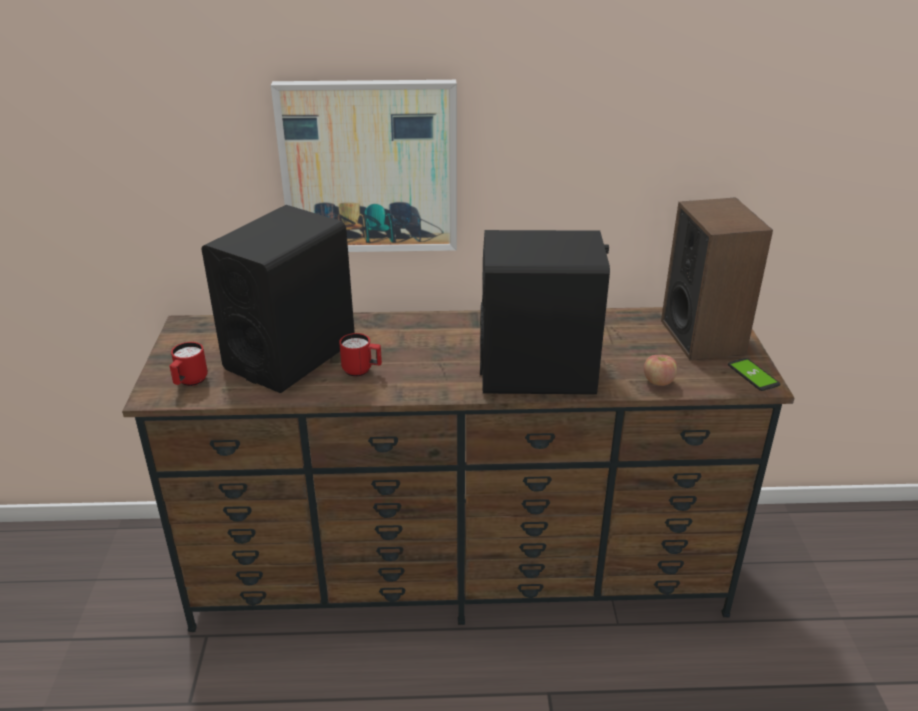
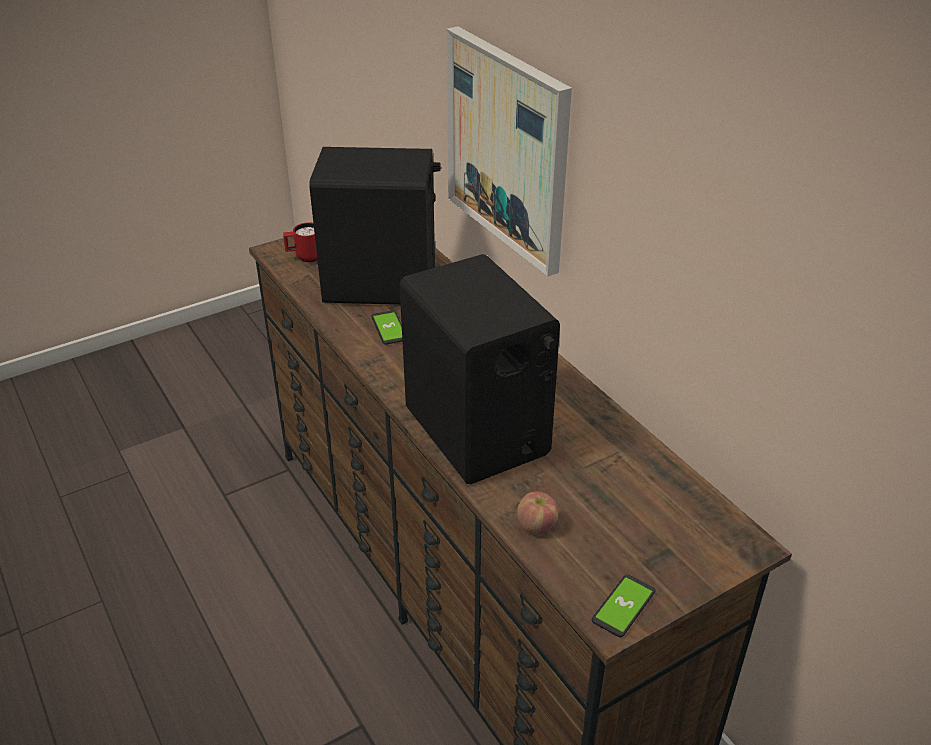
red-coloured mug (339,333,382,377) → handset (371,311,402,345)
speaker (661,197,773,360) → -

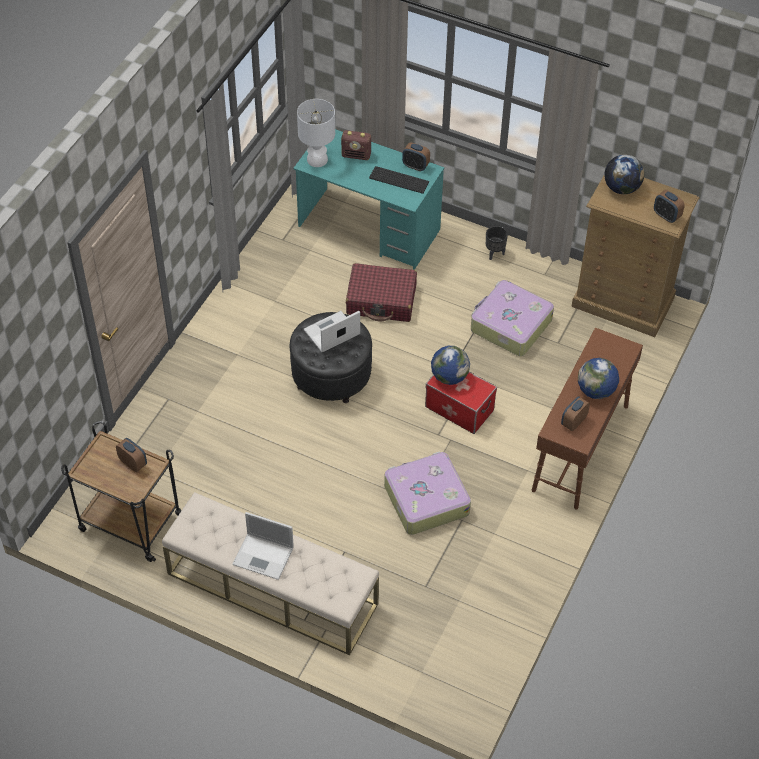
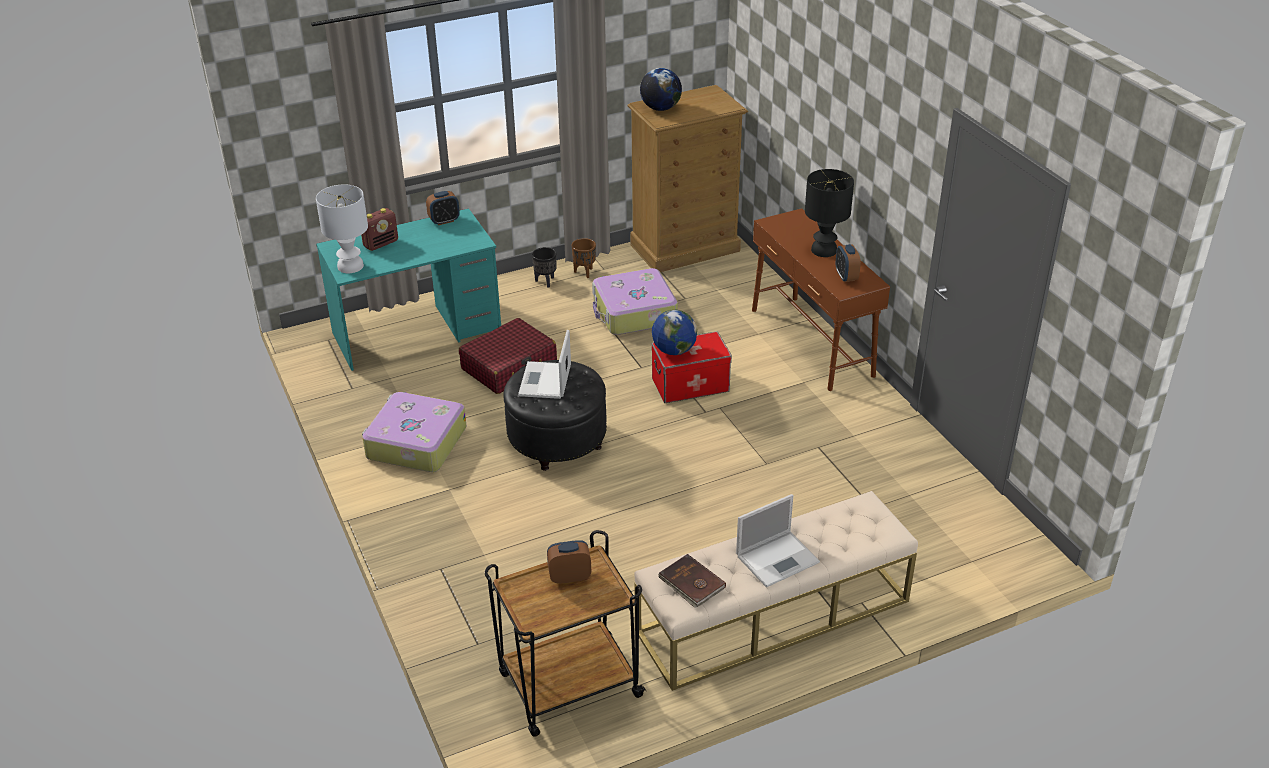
keyboard (369,166,429,194) → -
piece of luggage (384,451,471,535) → piece of luggage (362,392,466,472), relocated
world globe (578,358,619,399) → black-coloured table lamp (805,169,854,257)
alarm clock (654,190,685,223) → -
- → brown flower pot (572,238,596,278)
- → brown bound book (658,554,726,608)

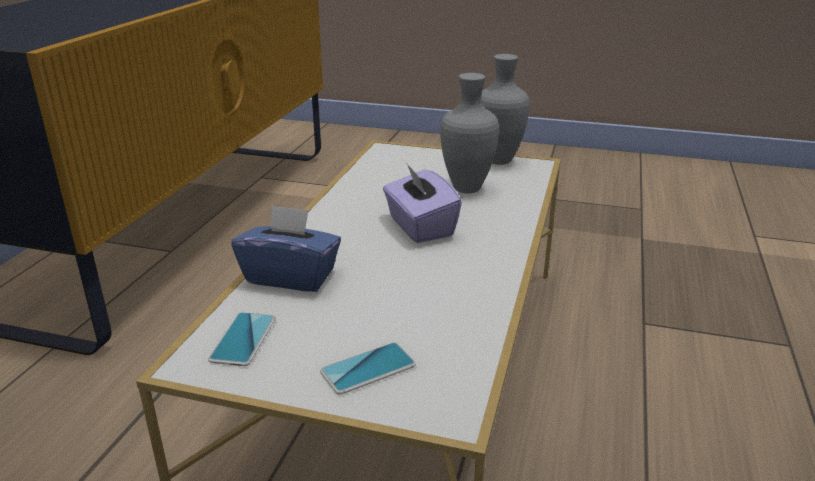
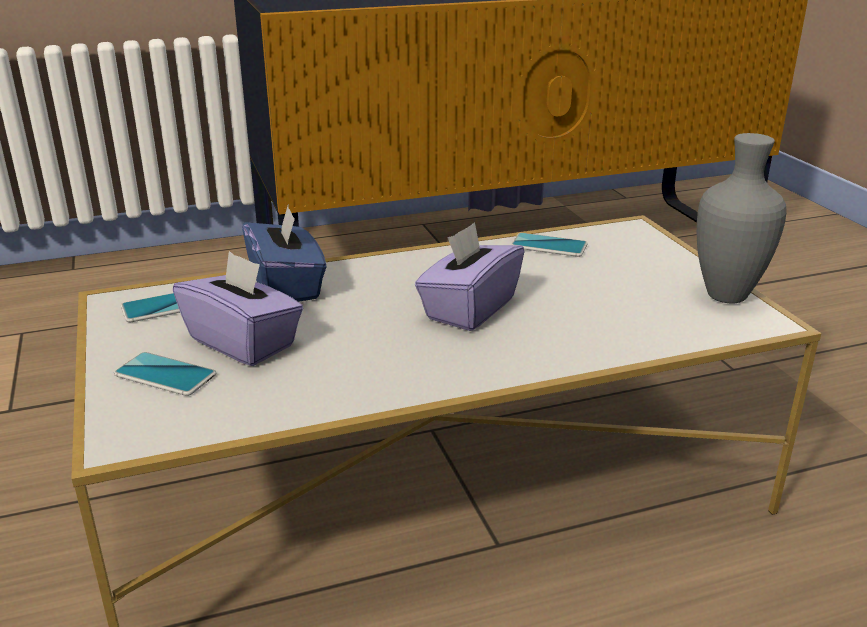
grey decorative vase (440,73,499,193) → -
- → purplish tissue holder (173,251,303,366)
- → handset (511,233,588,257)

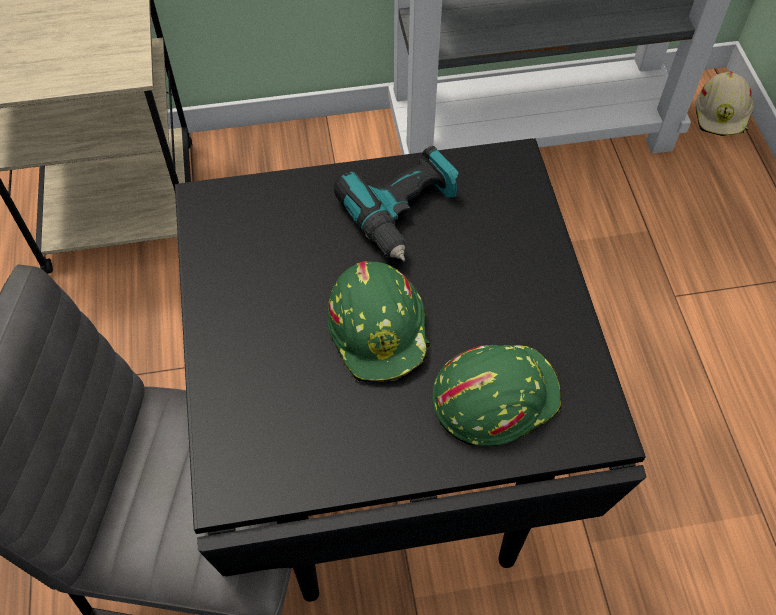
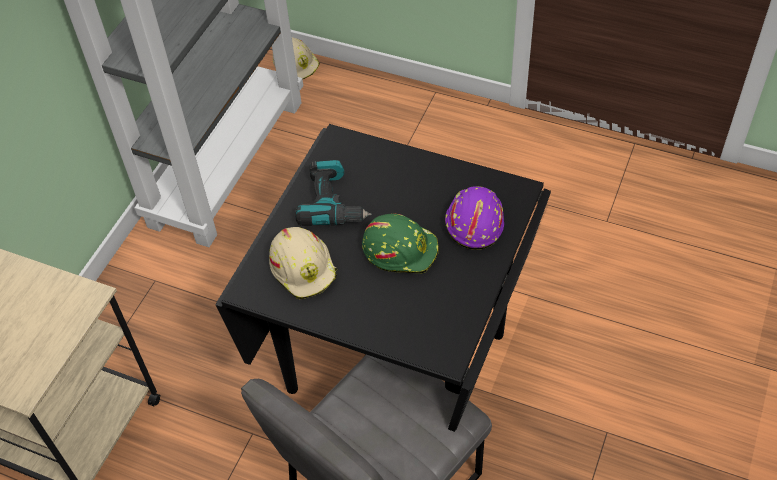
green-coloured safety helmet (433,345,561,446) → purplish safety helmet (445,186,504,250)
- → sand-coloured safety helmet (269,227,337,300)

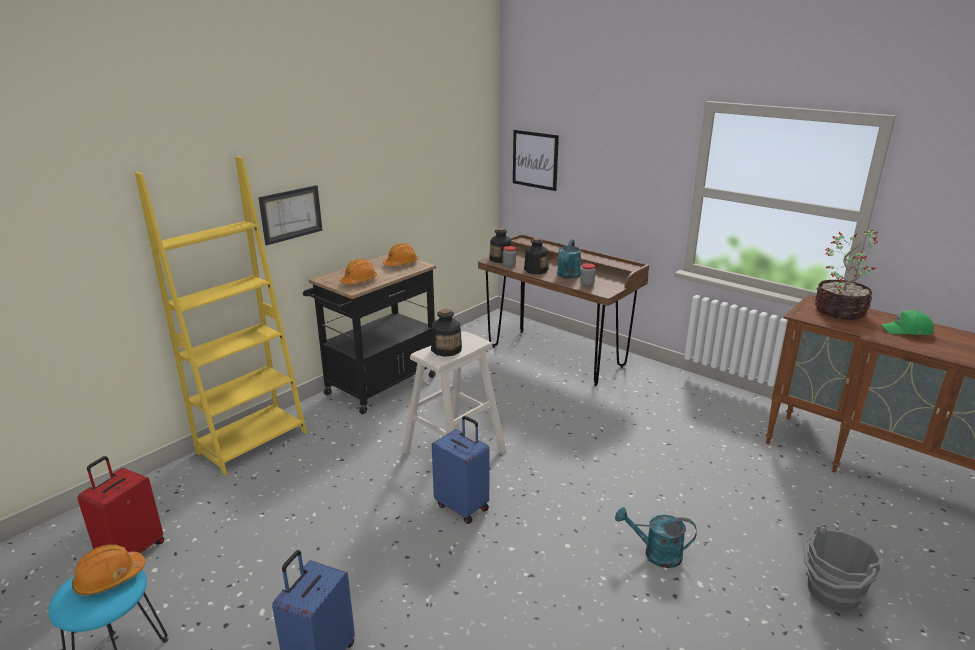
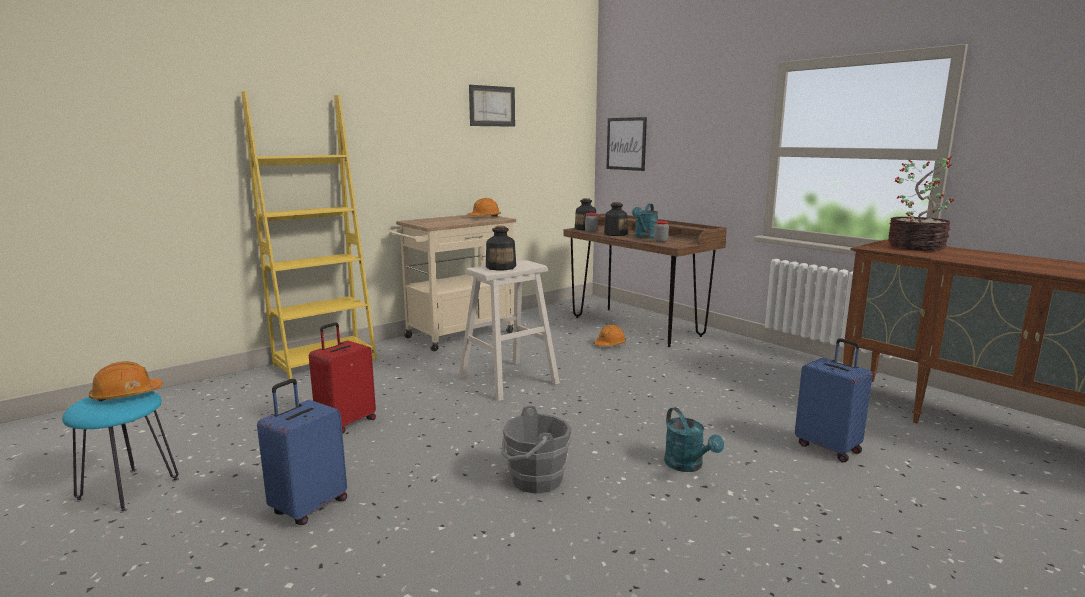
red-coloured piece of luggage (77,456,164,553) → red-coloured piece of luggage (309,322,376,434), relocated
wall art (258,185,322,245) → wall art (469,85,515,127), relocated
black-coloured trolley (303,254,436,414) → sand-coloured trolley (389,215,516,352)
orangey safety helmet (340,259,377,284) → orangey safety helmet (594,325,626,346), relocated
bluish piece of luggage (432,416,489,524) → bluish piece of luggage (795,338,873,462), relocated
turquoise-coloured watering can (615,507,697,568) → turquoise-coloured watering can (664,407,724,472), 135 degrees counterclockwise
grey bucket (803,523,882,611) → grey bucket (501,405,572,494), relocated
green-coloured baseball cap (881,311,934,335) → -

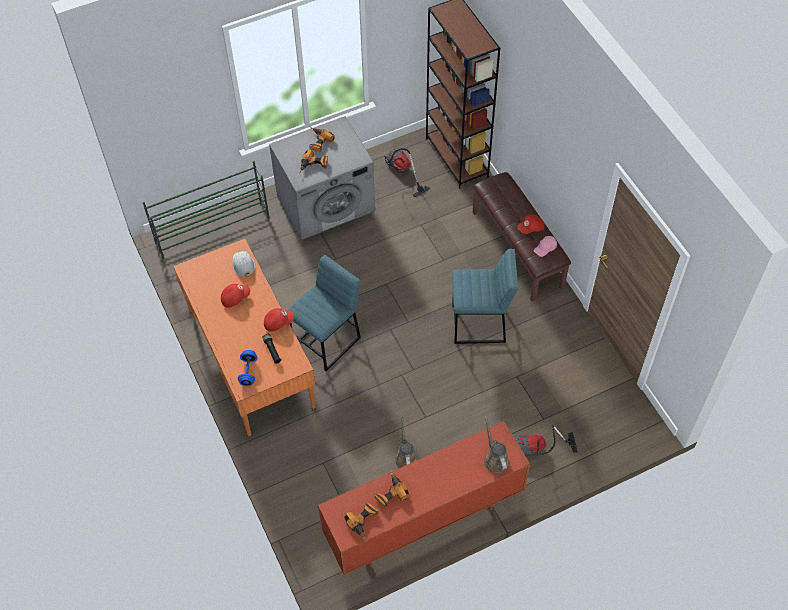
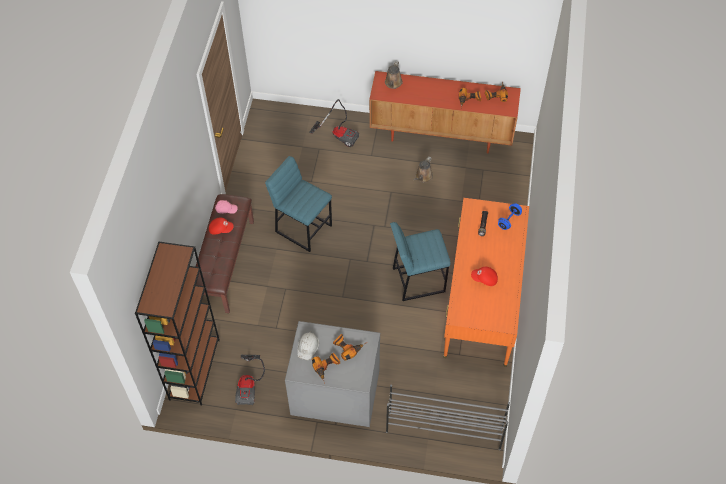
green-coloured shoe rack (143,161,270,259) → grey shoe rack (386,384,510,450)
white-coloured safety helmet (232,251,255,277) → white-coloured safety helmet (297,331,319,360), relocated
red-coloured baseball cap (264,308,294,332) → -

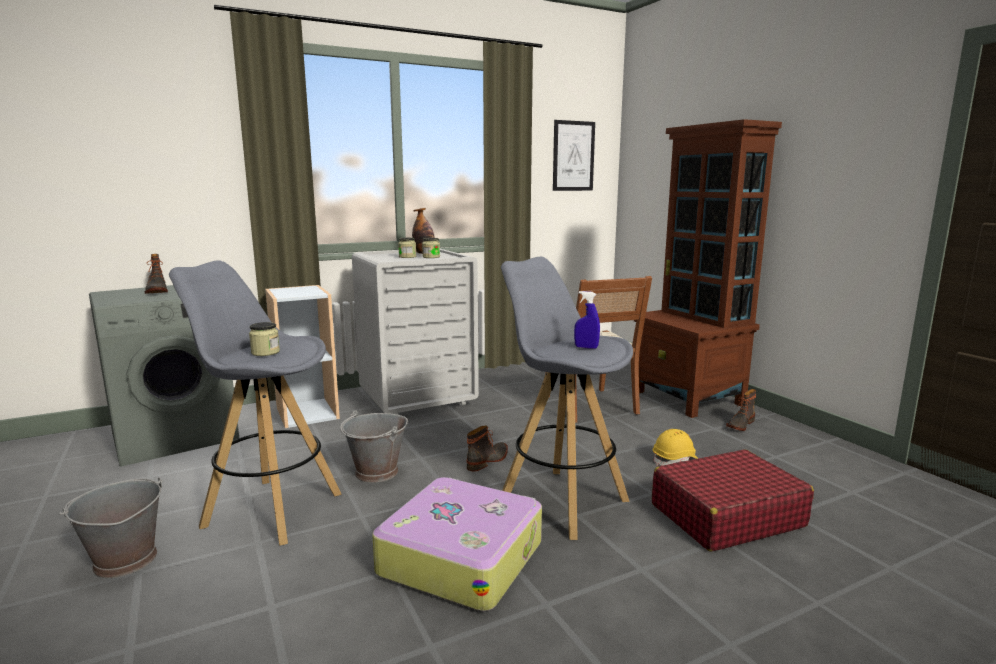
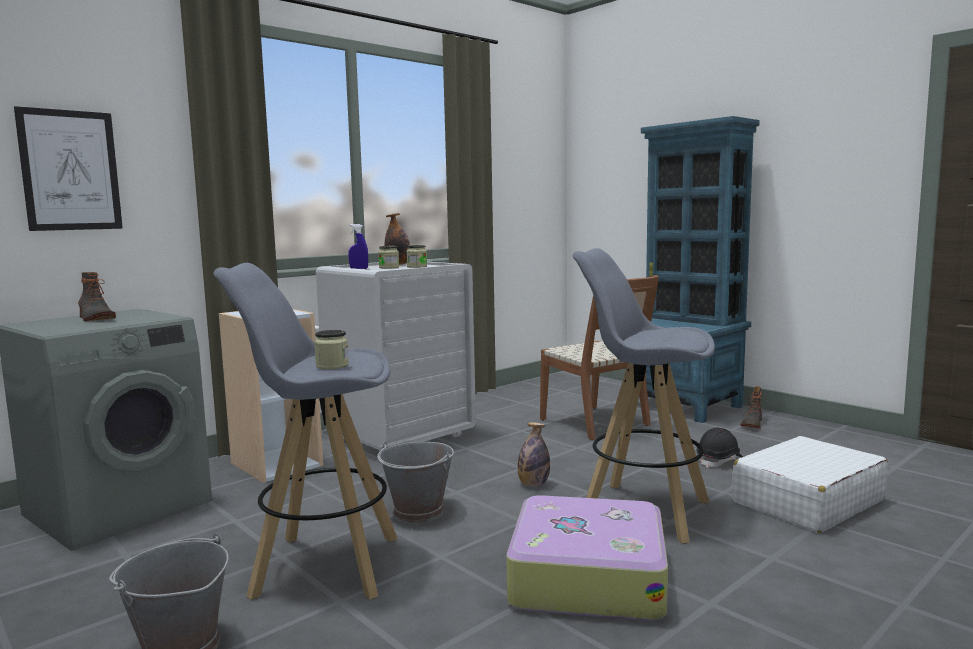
boot (467,425,508,472) → bottle (518,422,550,487)
wall art (553,120,595,191) → wall art (14,106,123,231), relocated
bluish spray bottle (574,291,600,349) → bluish spray bottle (348,224,368,269), relocated
brown cabinet (634,119,782,418) → bluish cabinet (641,116,760,423)
red-coloured piece of luggage (652,449,814,551) → white-coloured piece of luggage (732,436,888,533)
yellowish safety helmet (653,429,699,466) → black-coloured safety helmet (697,428,743,468)

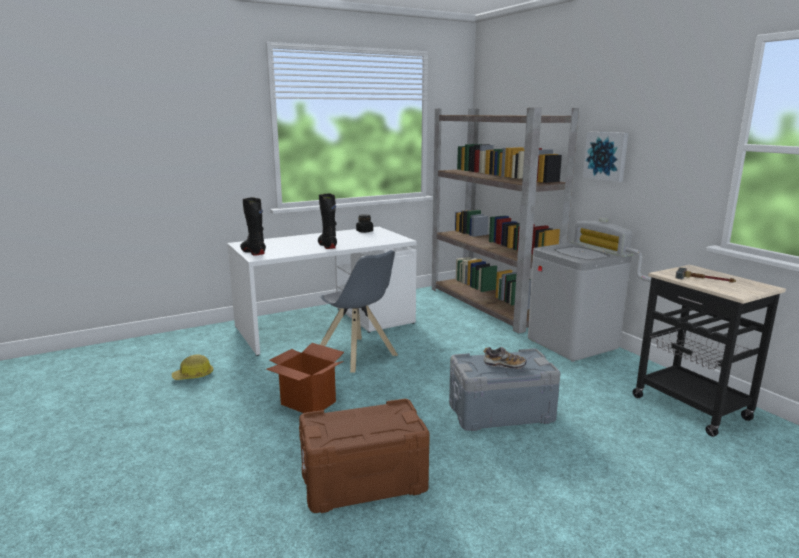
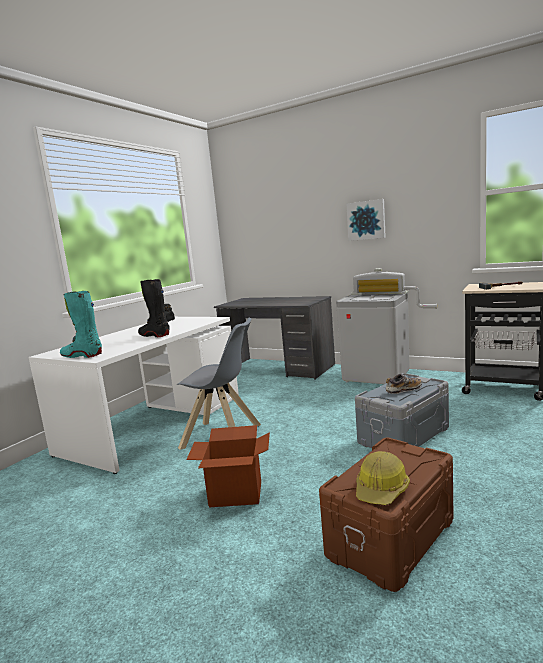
safety helmet (172,354,213,380) → safety helmet (356,451,410,505), relocated
black-coloured boot (240,197,266,256) → turquoise-coloured boot (60,291,102,358)
brown bookcase (432,108,579,333) → grey desk unit (214,296,335,380)

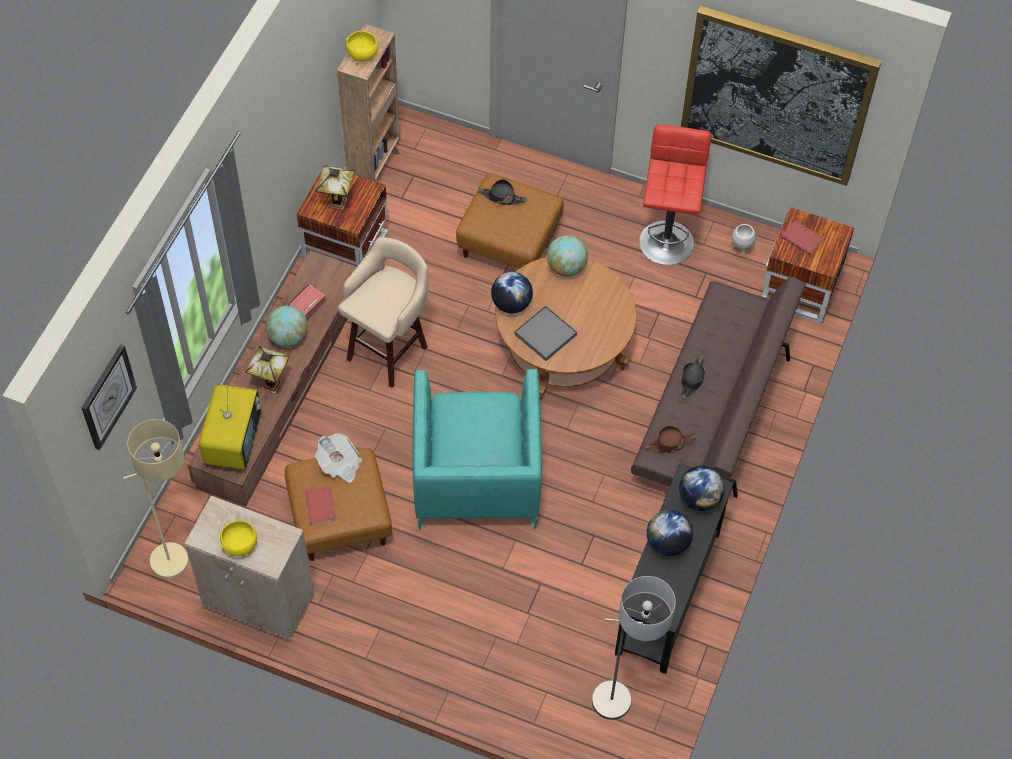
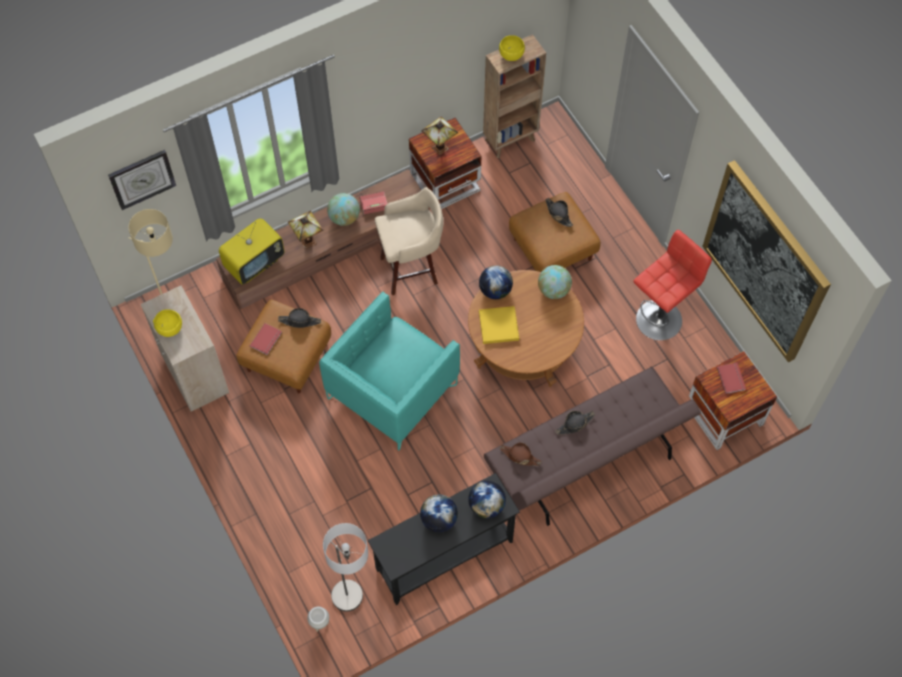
newspaper (315,433,362,483) → black-coloured hat (278,308,321,328)
grey carrying tray (514,305,577,361) → yellowish carrying tray (479,306,519,344)
white-coloured flower pot (732,224,756,257) → white-coloured flower pot (307,607,329,632), relocated

